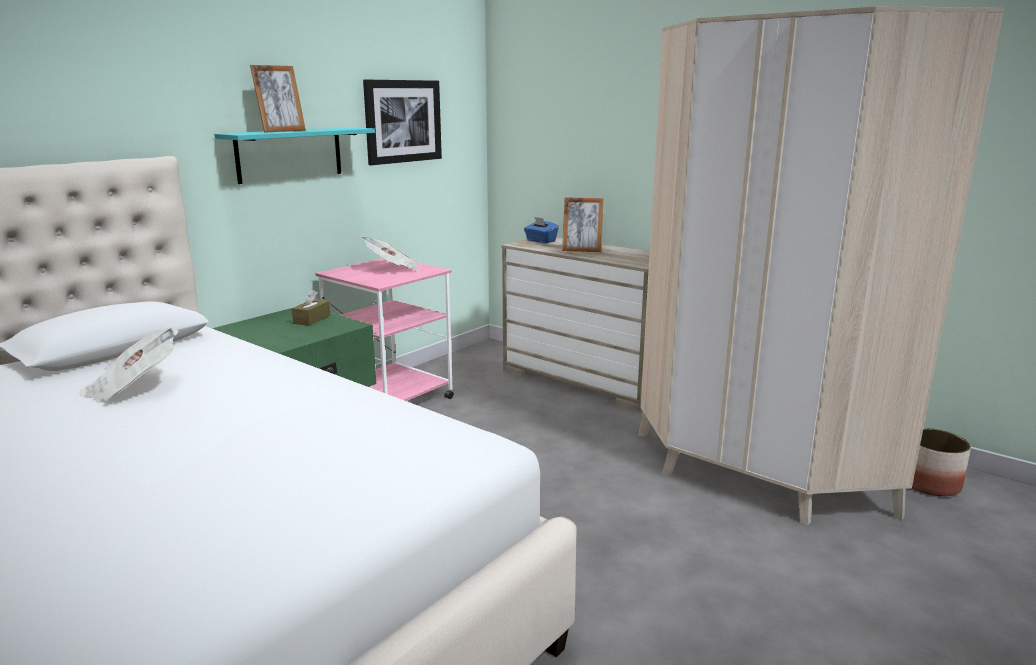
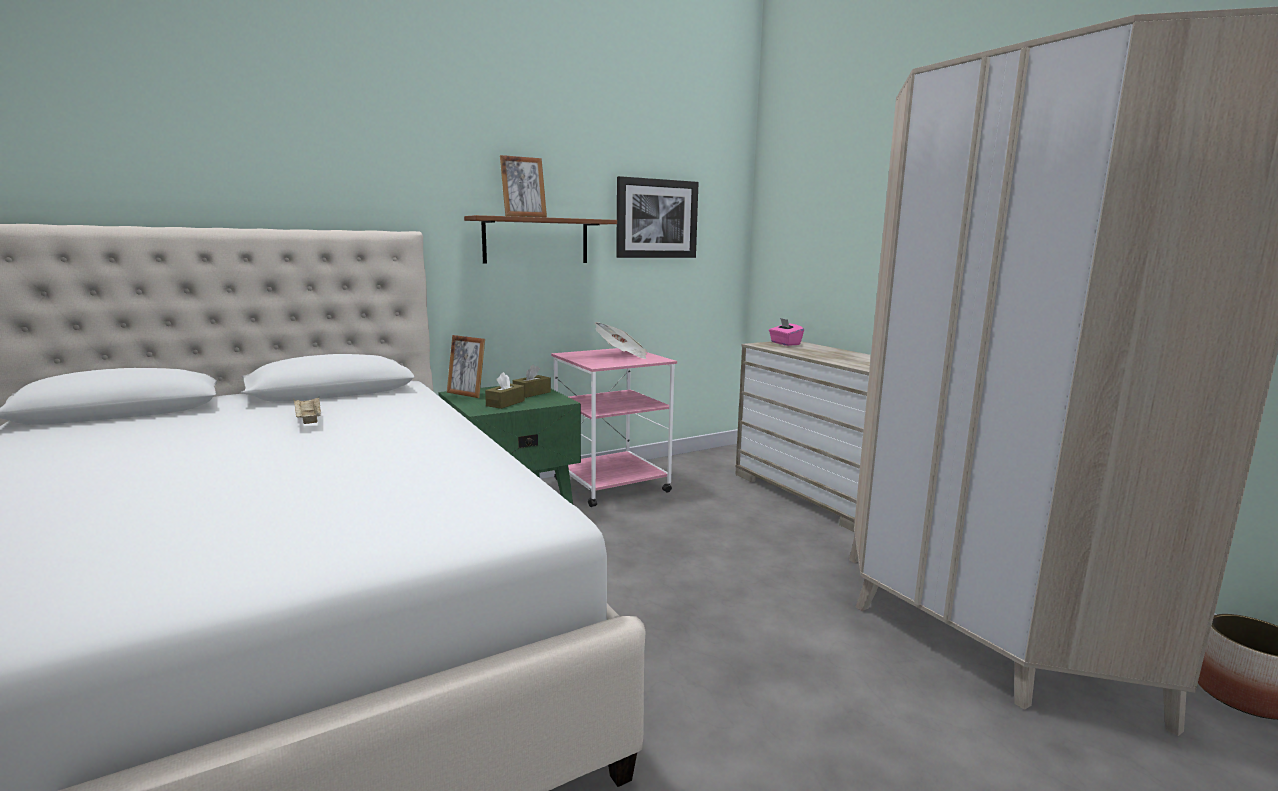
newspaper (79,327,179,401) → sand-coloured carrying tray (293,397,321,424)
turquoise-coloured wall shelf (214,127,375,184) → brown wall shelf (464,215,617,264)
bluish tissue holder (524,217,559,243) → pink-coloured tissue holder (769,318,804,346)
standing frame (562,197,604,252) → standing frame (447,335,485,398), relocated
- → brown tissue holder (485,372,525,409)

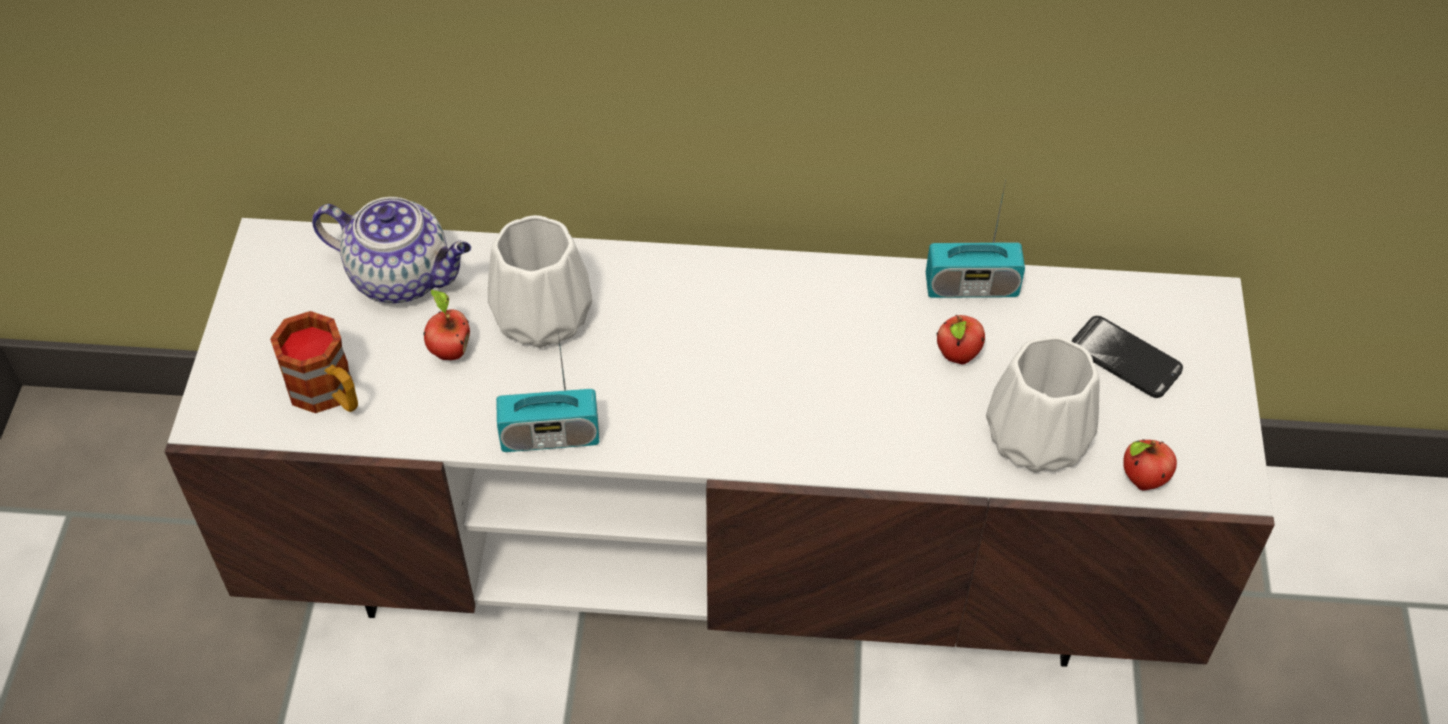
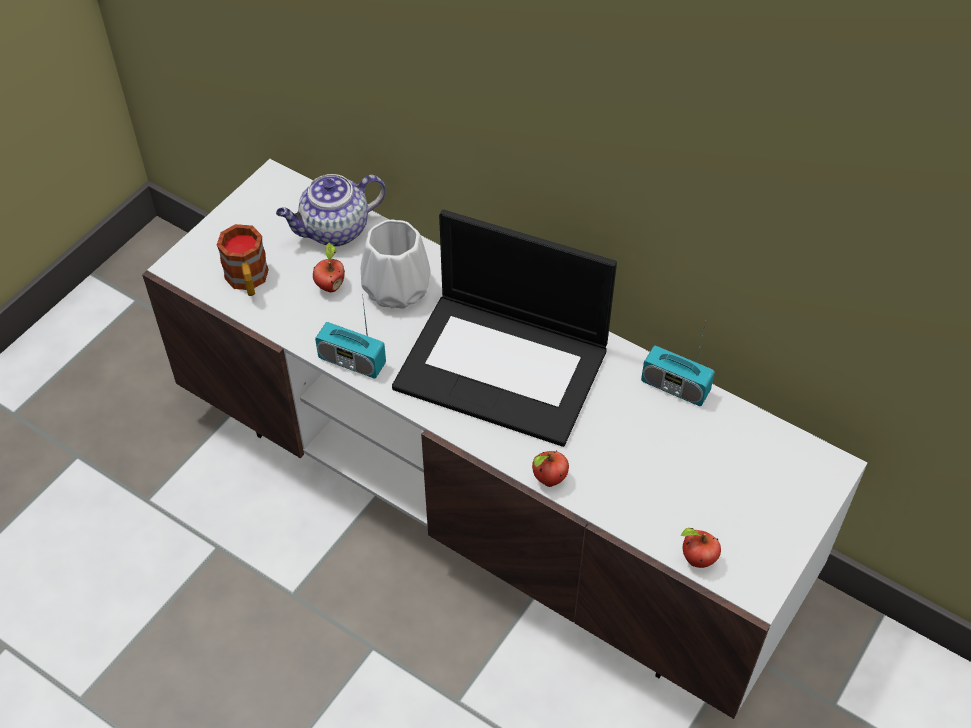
teapot (312,197,471,303) → teapot (276,174,386,247), 105 degrees clockwise
whole apple (937,315,985,364) → whole apple (532,451,569,487), relocated
white-coloured decorative vase (986,336,1099,472) → -
handset (1072,316,1183,398) → -
- → laptop (392,210,617,447)

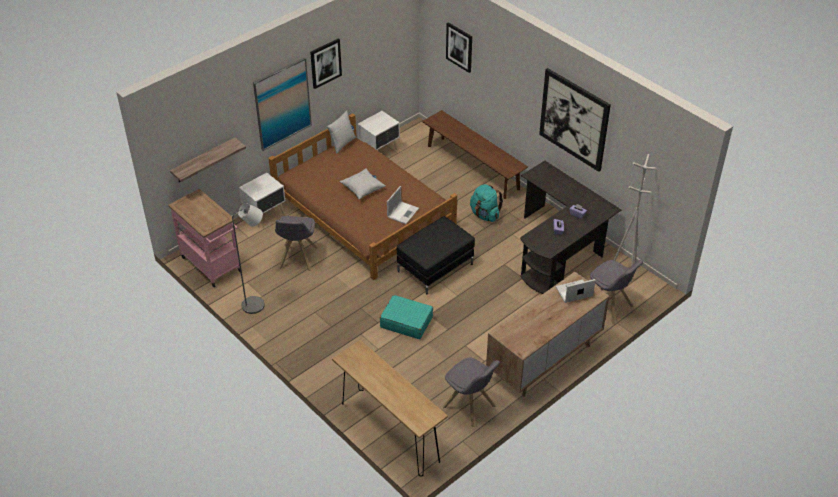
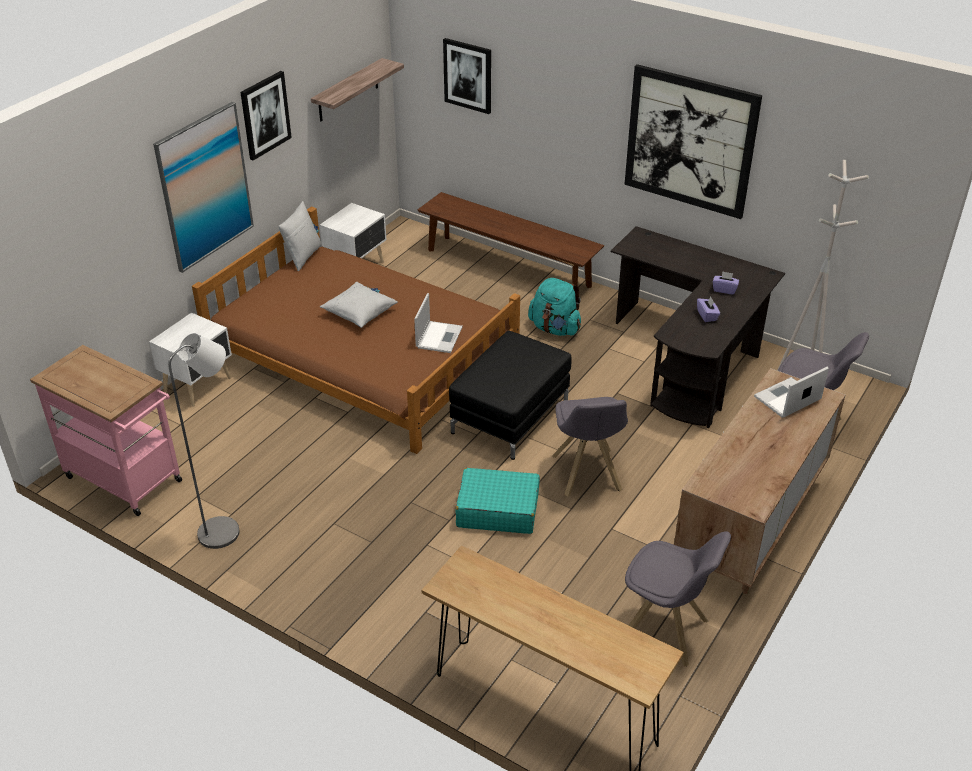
wall shelf (170,137,246,182) → wall shelf (311,58,404,121), relocated
grey chair (275,216,318,271) → grey chair (552,397,628,497), relocated

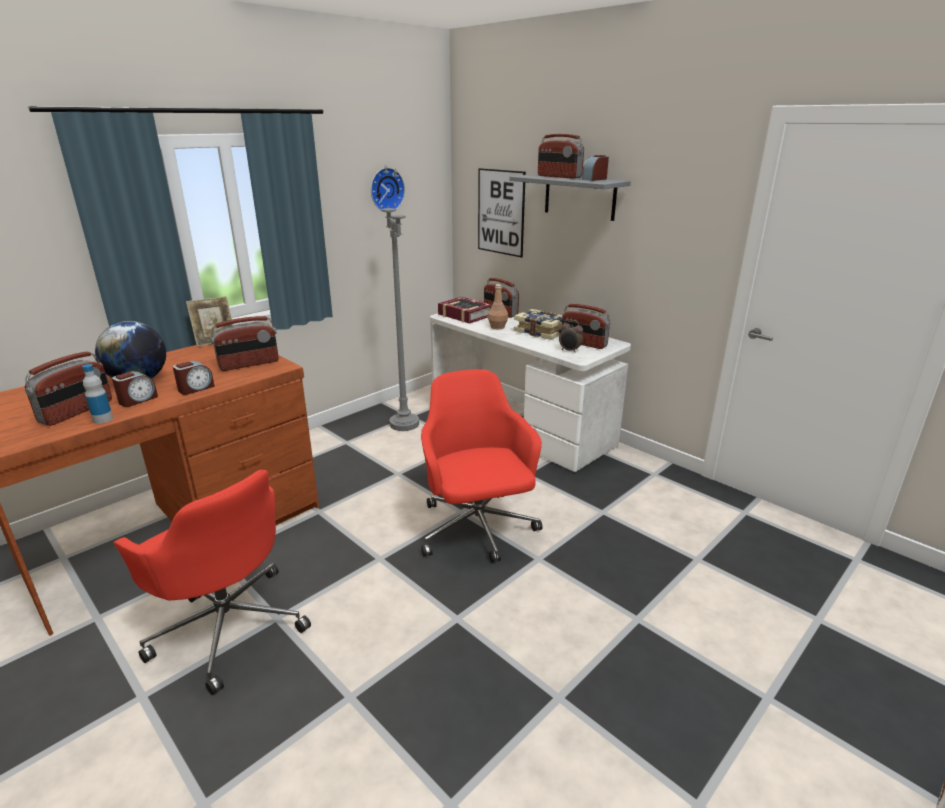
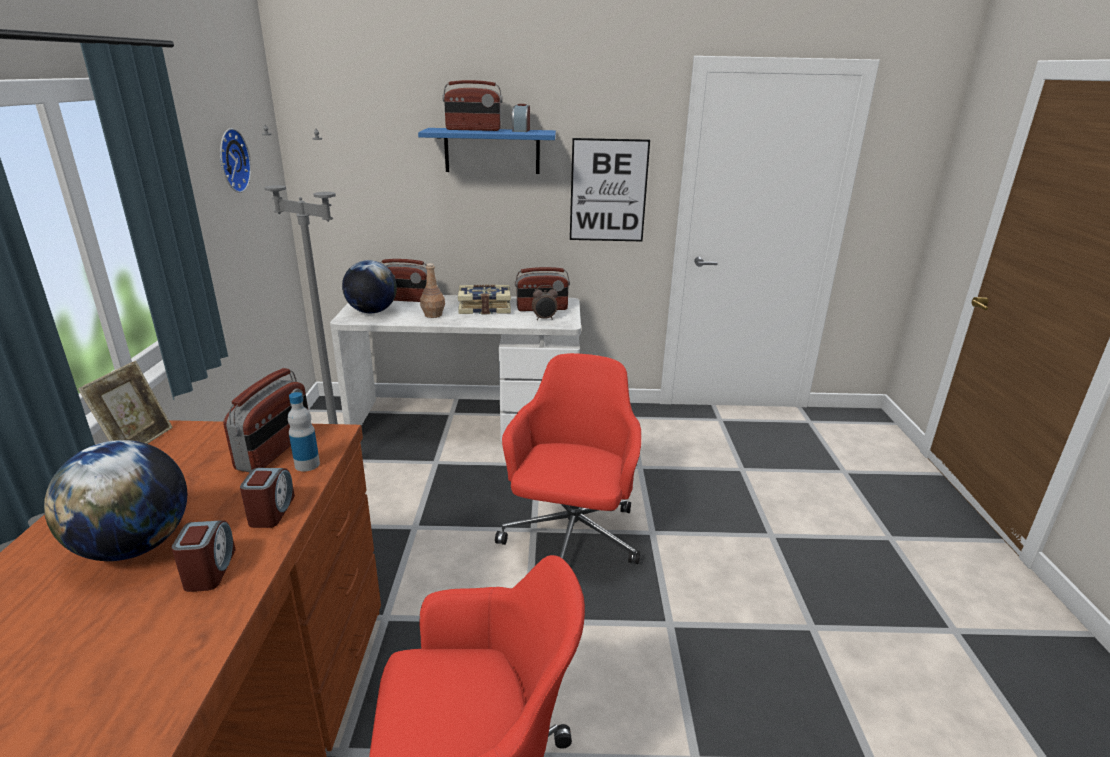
radio receiver (25,351,112,426) → -
bottle (82,364,113,424) → bottle (288,392,320,472), relocated
red-coloured computer chair (421,369,542,563) → red-coloured computer chair (495,353,641,564), 75 degrees clockwise
bound book (438,297,492,323) → world globe (342,260,397,313)
wall art (478,168,526,257) → wall art (570,138,650,241), relocated
grey wall shelf (509,174,631,221) → bluish wall shelf (418,128,556,174)

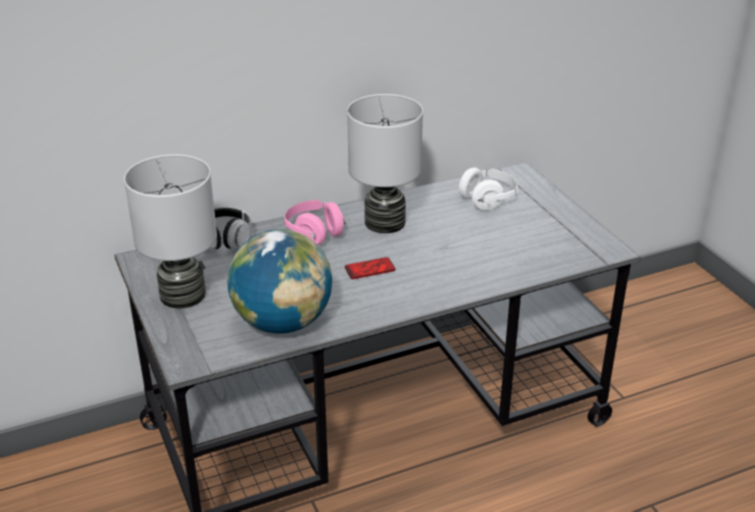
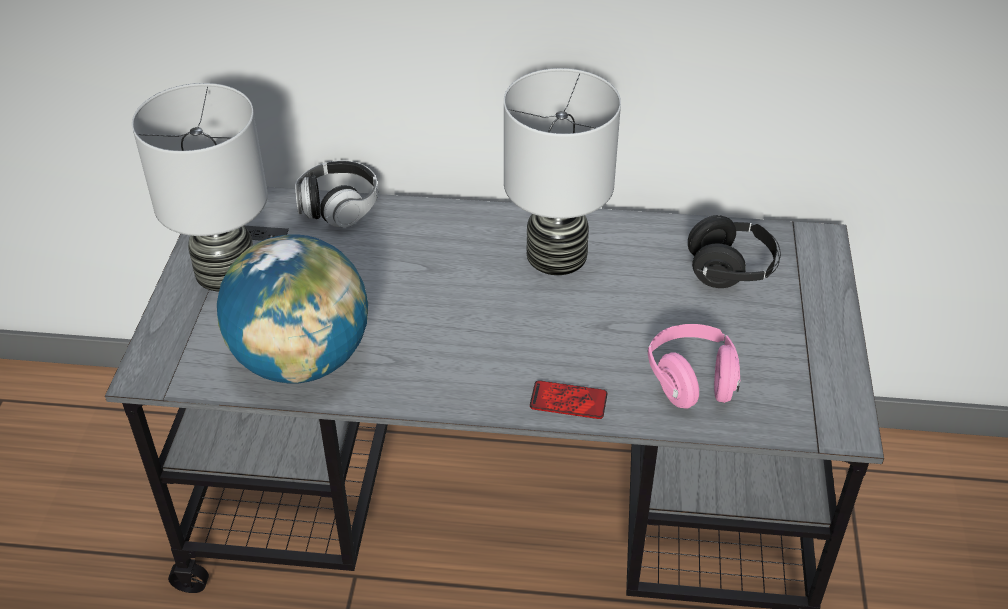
pink-coloured pair of headphones (284,200,346,245) → pink-coloured pair of headphones (648,324,740,409), relocated
handset (345,257,395,279) → handset (530,380,607,419), relocated
white-coloured pair of headphones (459,167,518,210) → black-coloured pair of headphones (688,215,781,288)

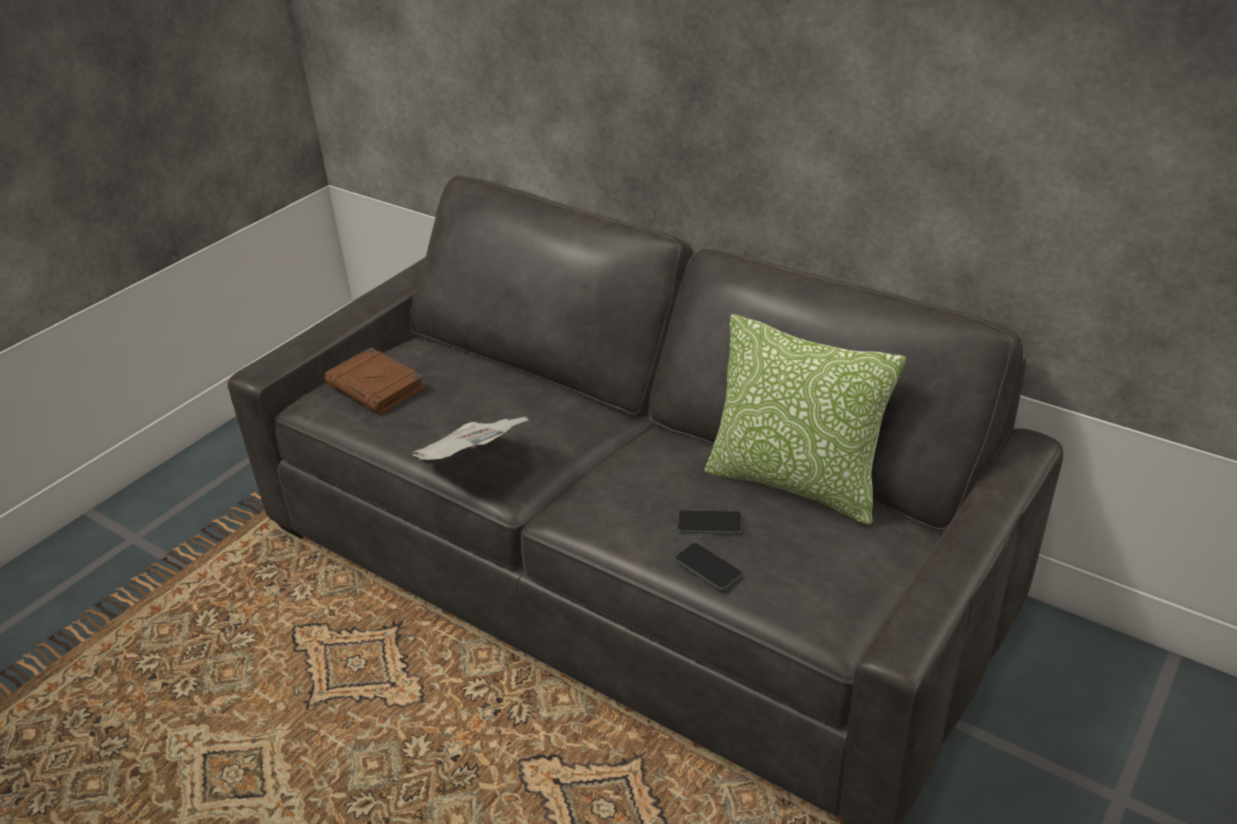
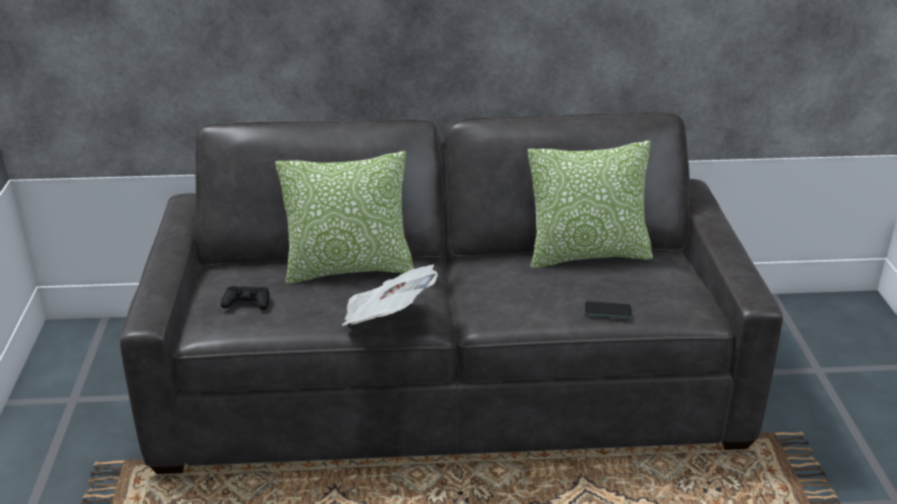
brown bound book (324,348,426,415) → black-coloured gamepad (221,286,270,310)
handset (677,510,742,534) → -
- → throw pillow (275,151,414,284)

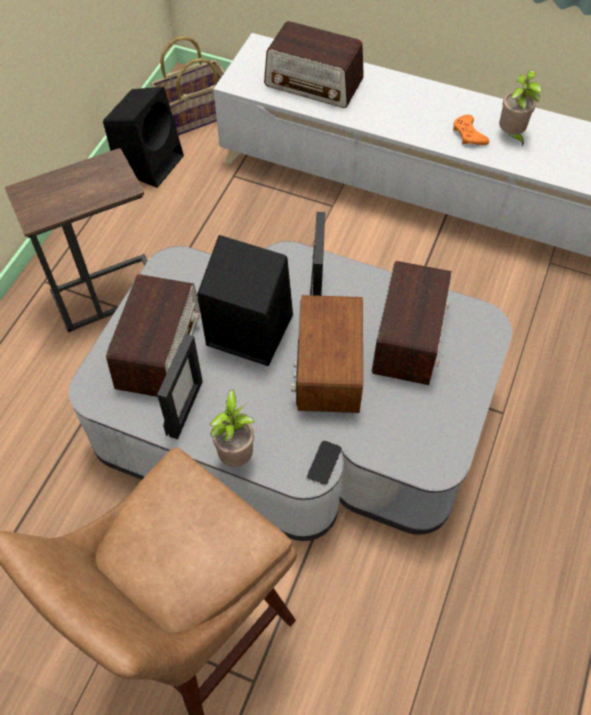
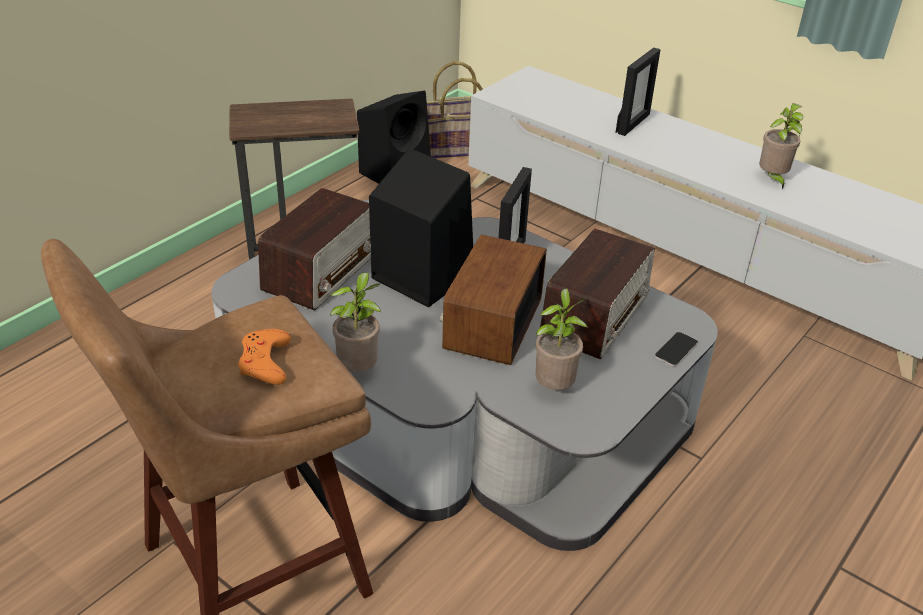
standing frame (157,334,203,439) → standing frame (615,47,661,136), relocated
radio receiver (264,21,364,108) → -
handset (307,440,342,486) → handset (655,332,698,366), relocated
orangey gamepad (453,115,489,145) → orangey gamepad (238,329,291,385), relocated
- → plant in a pot (536,288,587,390)

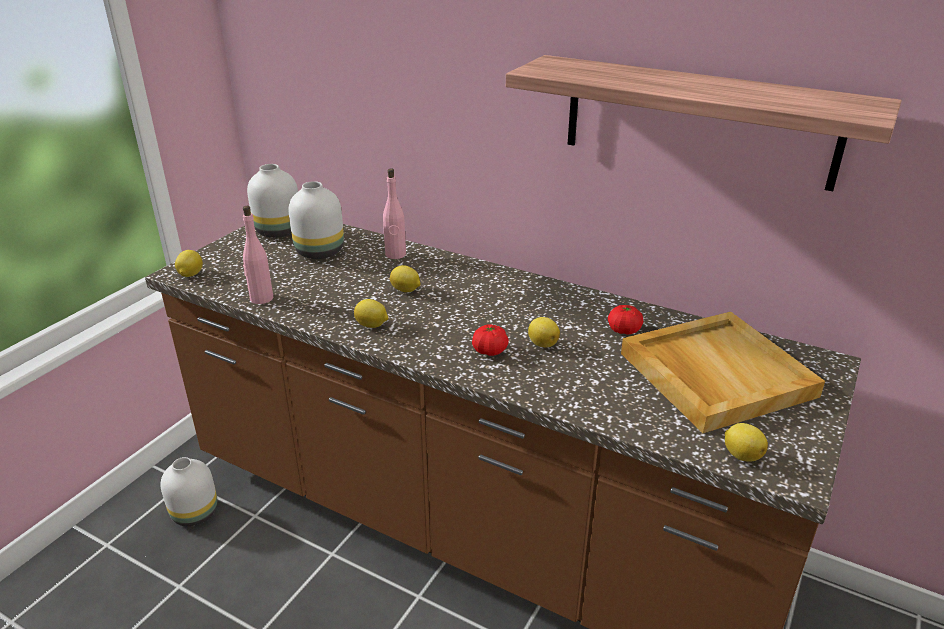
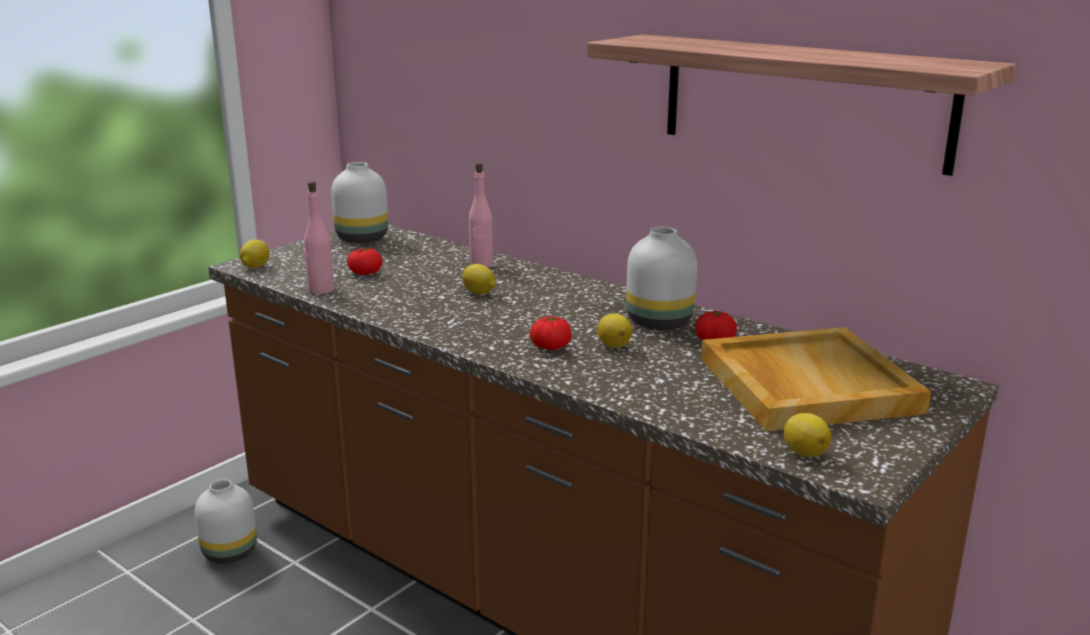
white-coloured decorative vase (288,181,344,259) → white-coloured decorative vase (626,227,697,330), relocated
whole lemon (354,299,388,328) → -
- → tomato (347,248,382,275)

